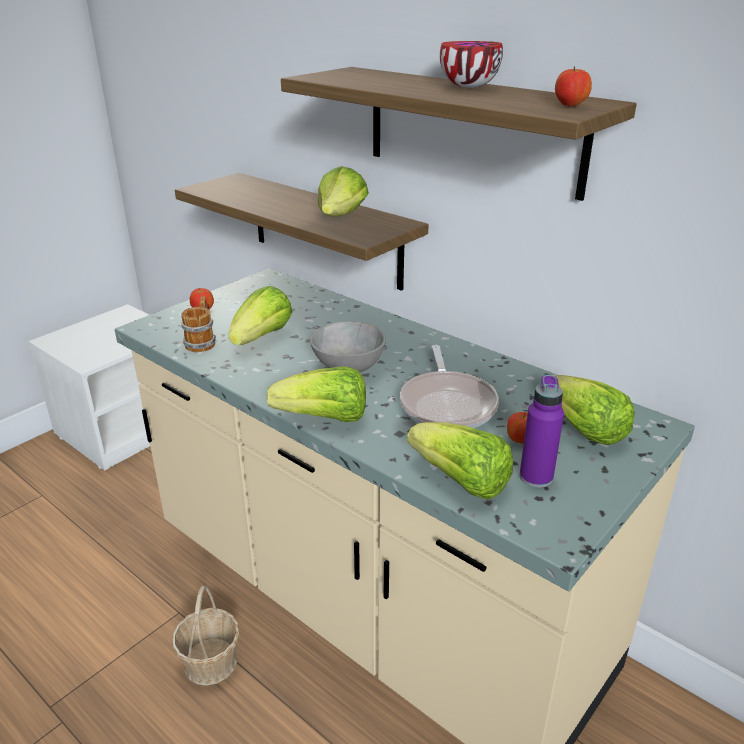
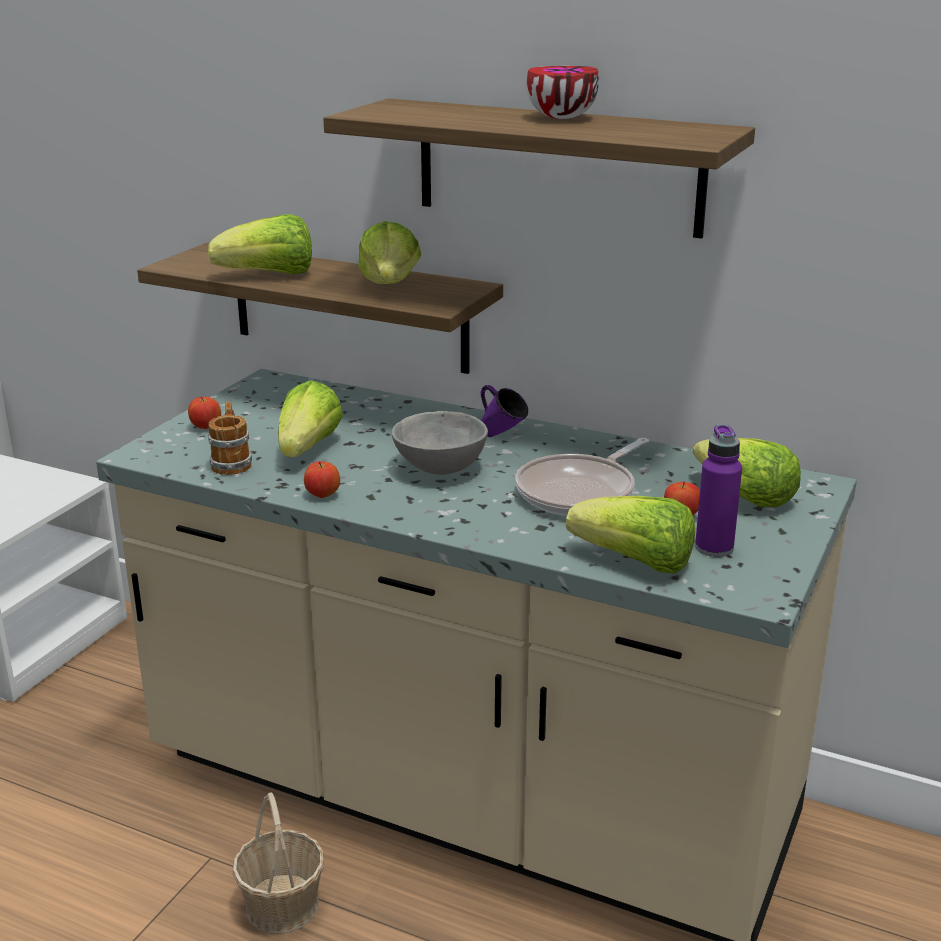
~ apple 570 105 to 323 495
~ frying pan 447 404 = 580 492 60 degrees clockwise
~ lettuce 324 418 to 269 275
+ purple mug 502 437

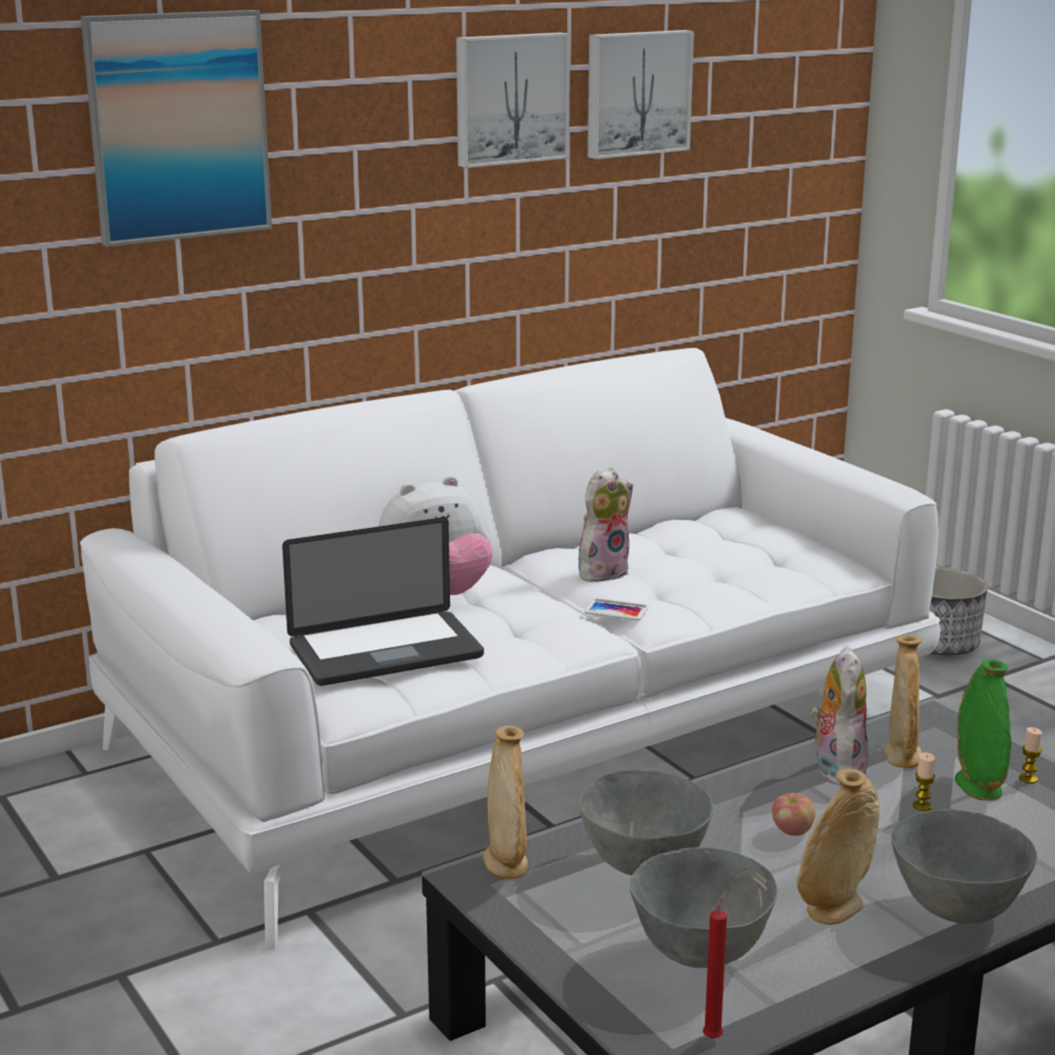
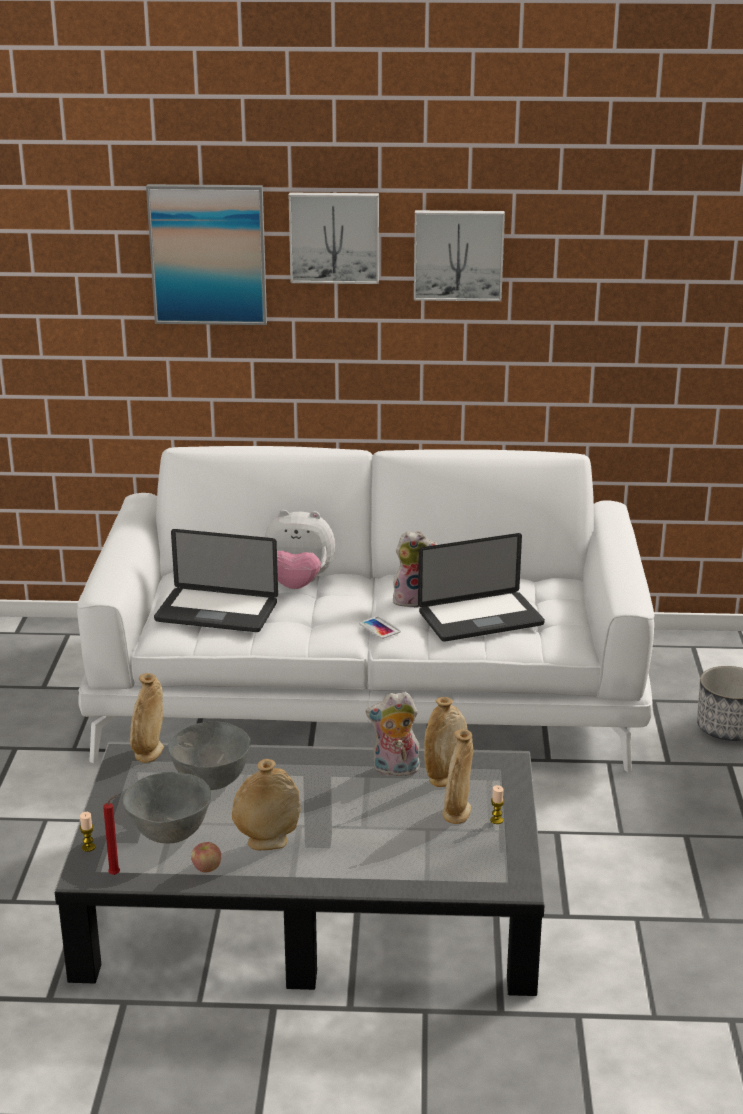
~ picture 636 93 to 334 237
~ plush toy 836 768 = 395 770 135 degrees counterclockwise
~ green vase 977 788 to beige vase 457 813
~ candle 922 806 to 88 847
~ apple 792 831 to 206 868
- grey bowl 957 909
+ laptop 480 619

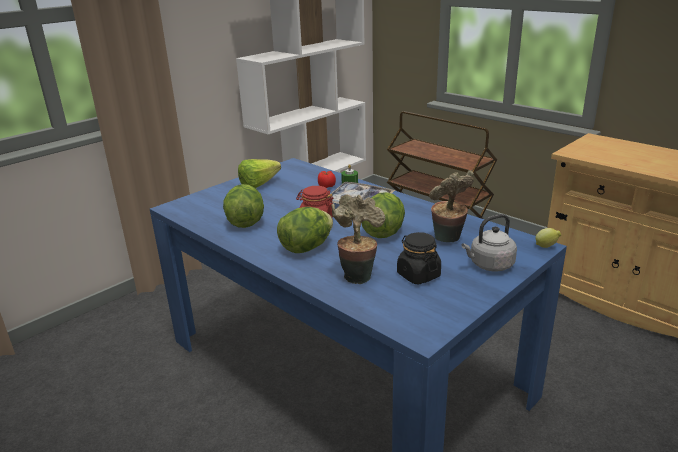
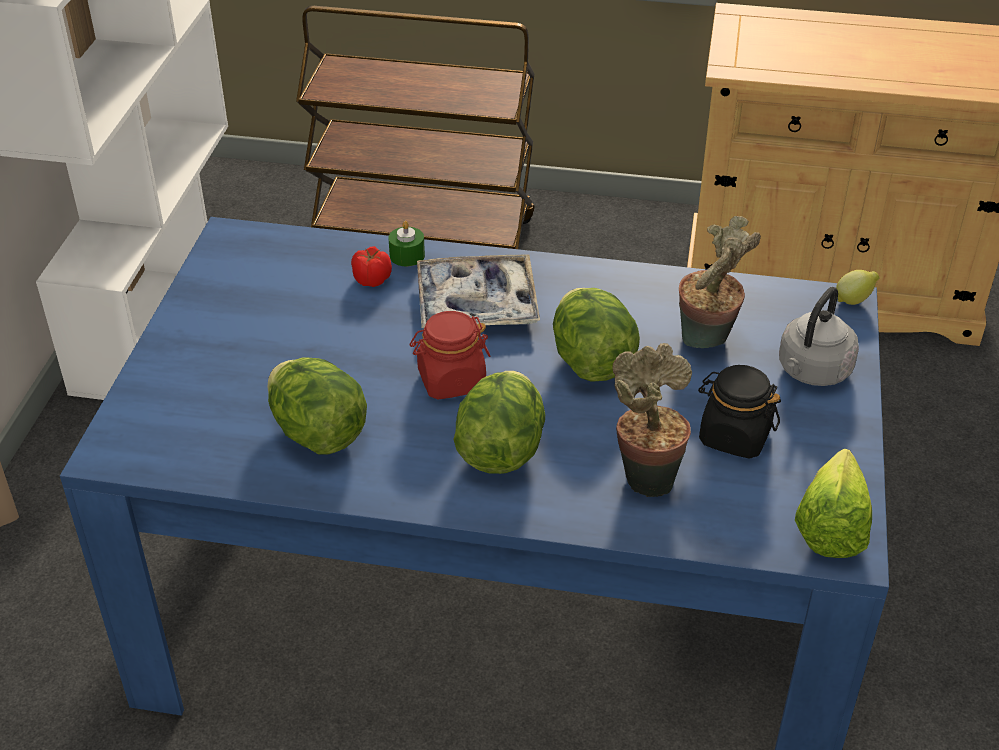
~ lettuce 262 184 to 834 521

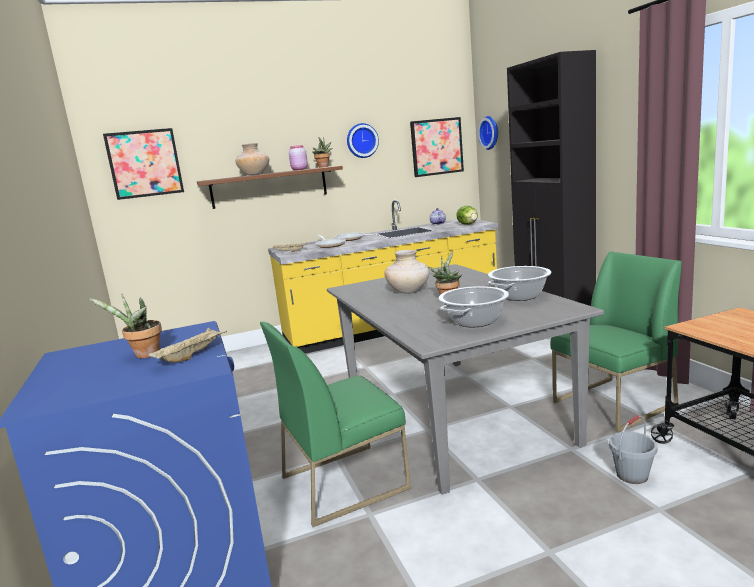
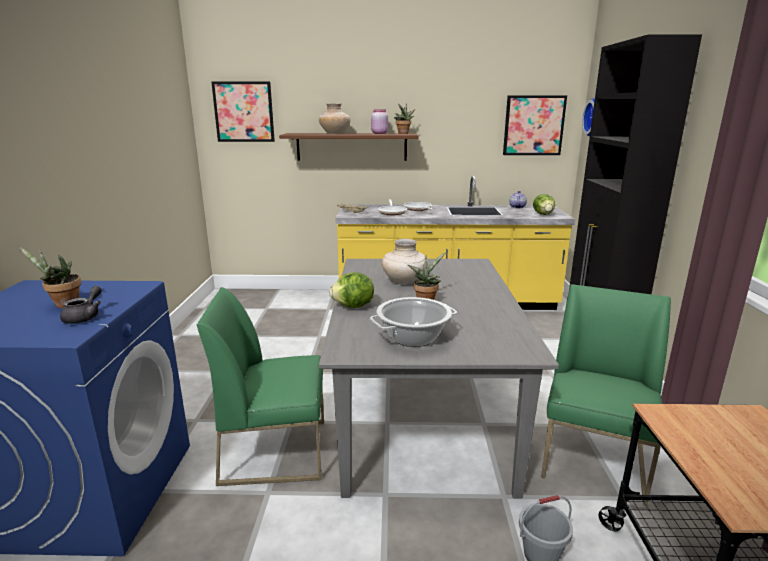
- wall clock 361 140
~ green chair 614 404 = 594 459 60 degrees counterclockwise
- cooking pot 520 296
~ beige tray 191 356 to grey teapot 85 317
+ lettuce 353 306

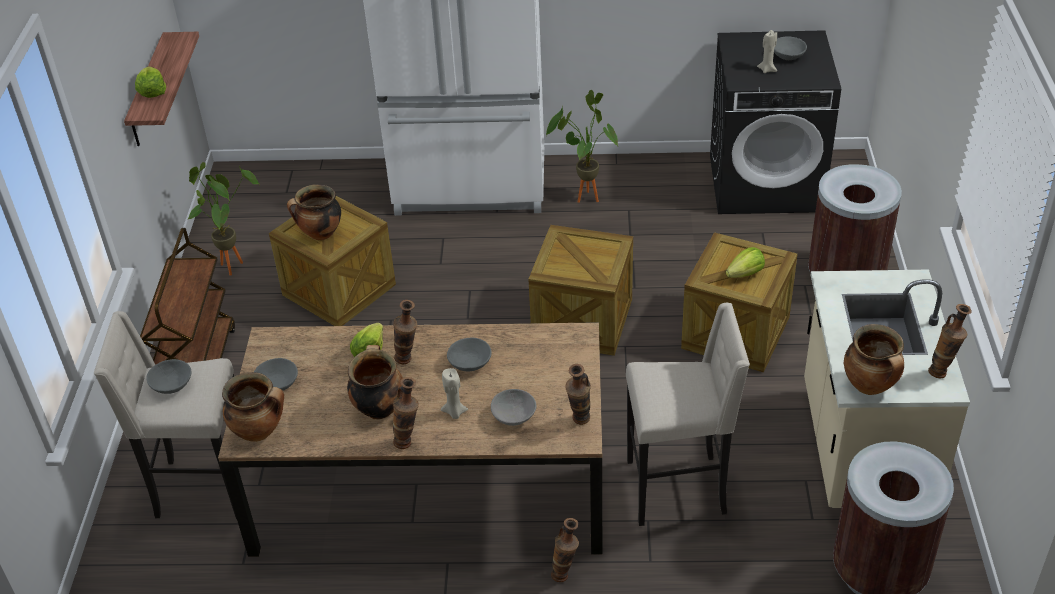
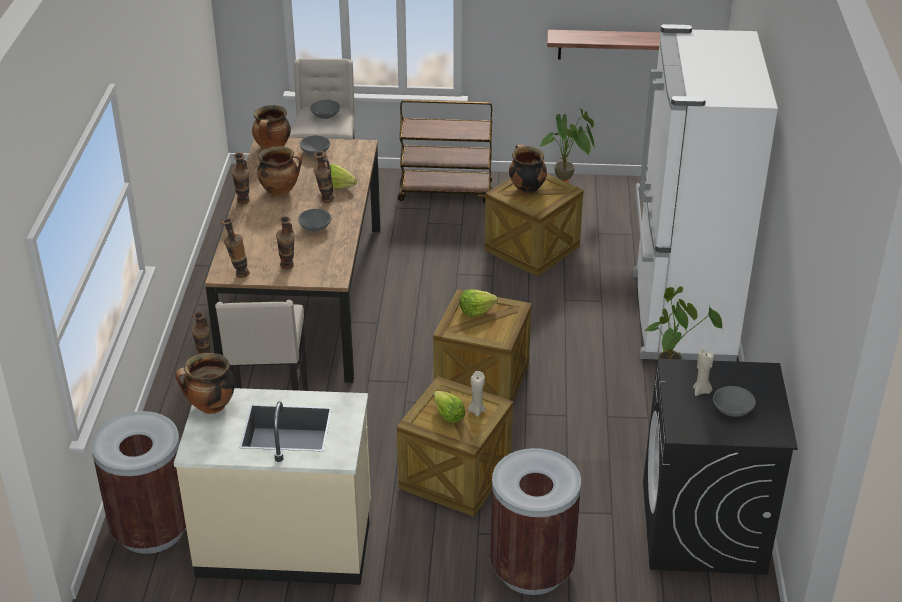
~ lettuce 152 91 to 476 310
~ vase 942 372 to 288 268
~ beige candle 454 412 to 476 410
- grey bowl 514 416

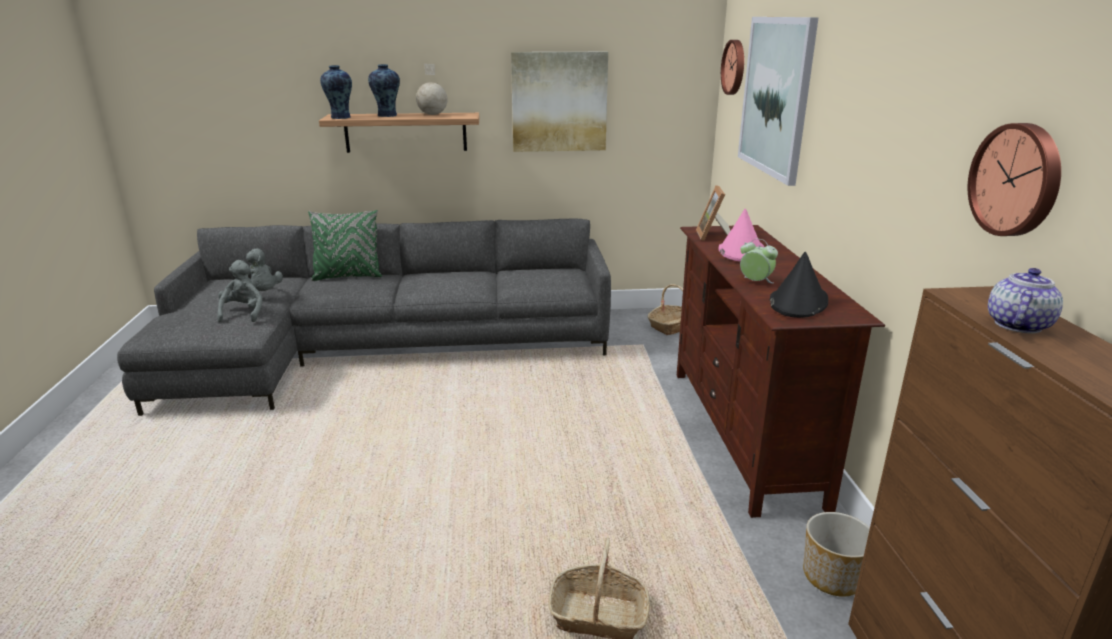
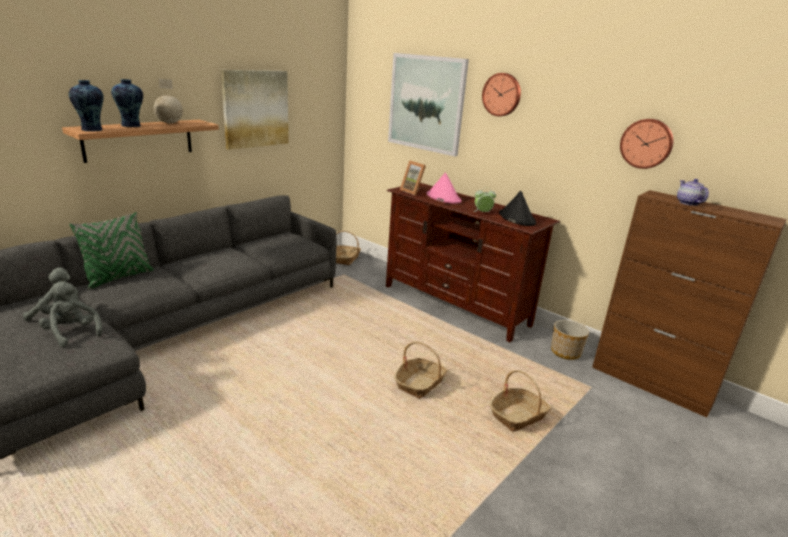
~ wall clock 735 67 to 502 94
+ basket 420 383

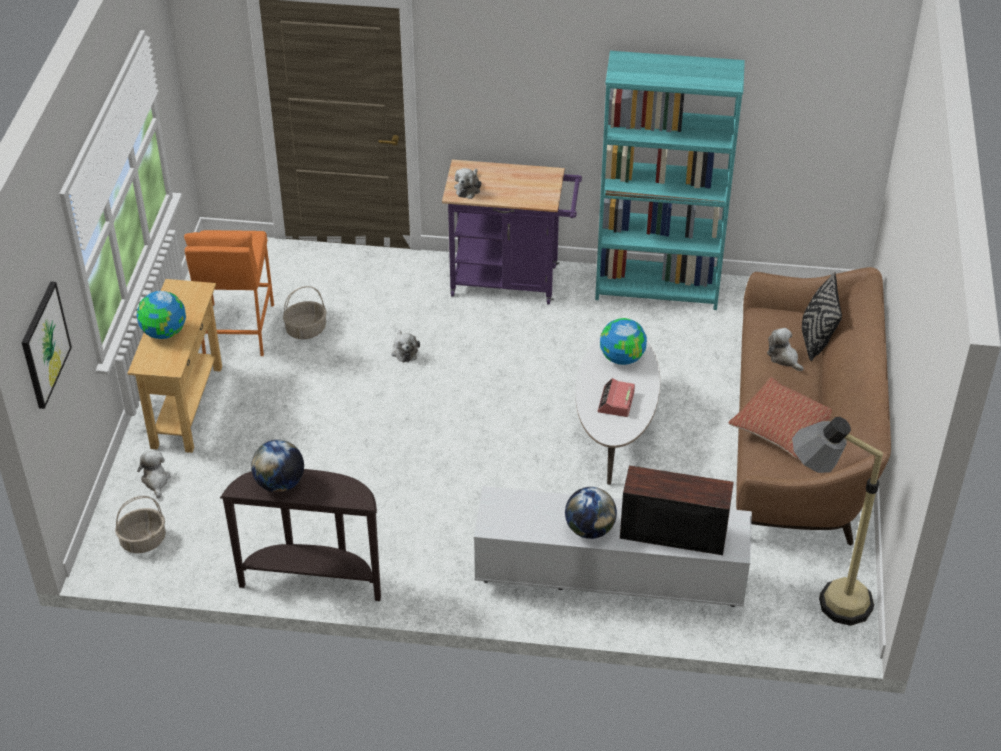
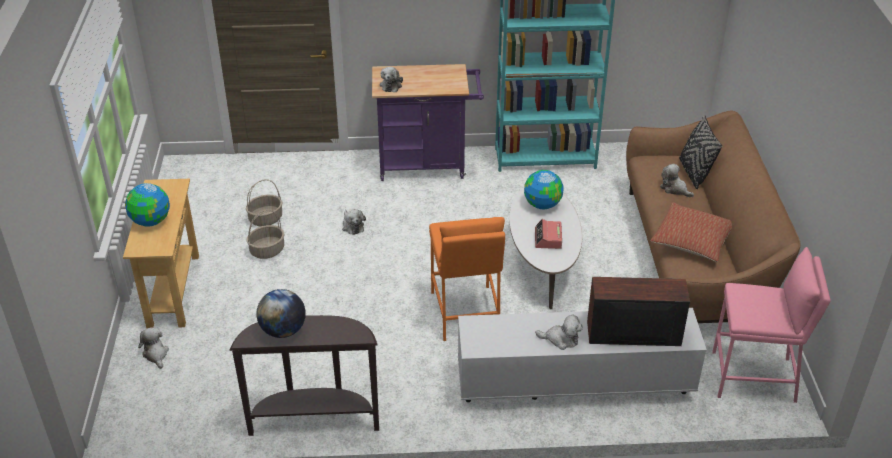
~ orange stool 237 329 to 465 313
- picture 44 344
~ floor lamp 820 598 to pink stool 754 377
~ globe 589 529 to plush toy 561 339
~ basket 143 540 to 267 250

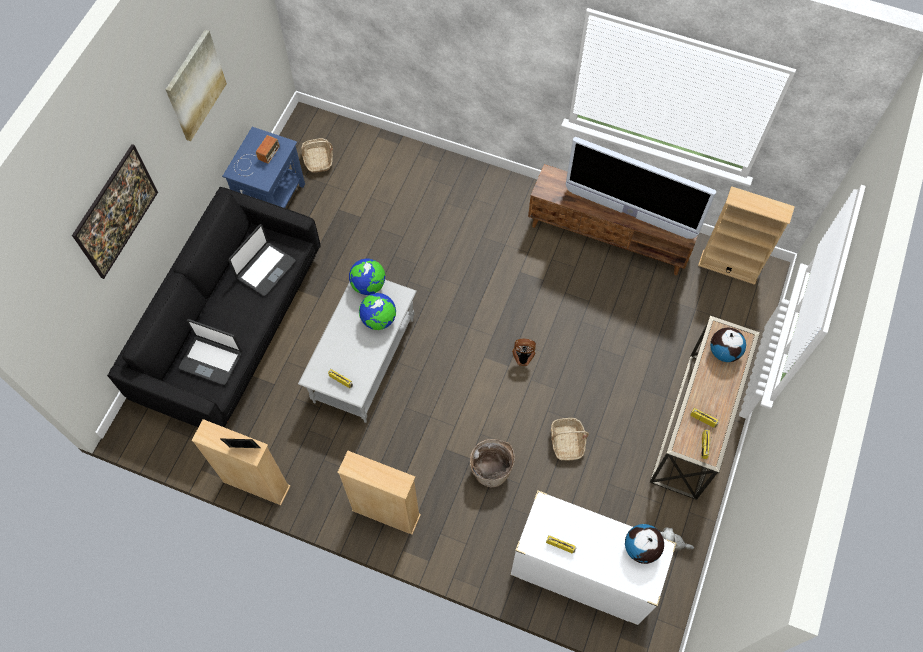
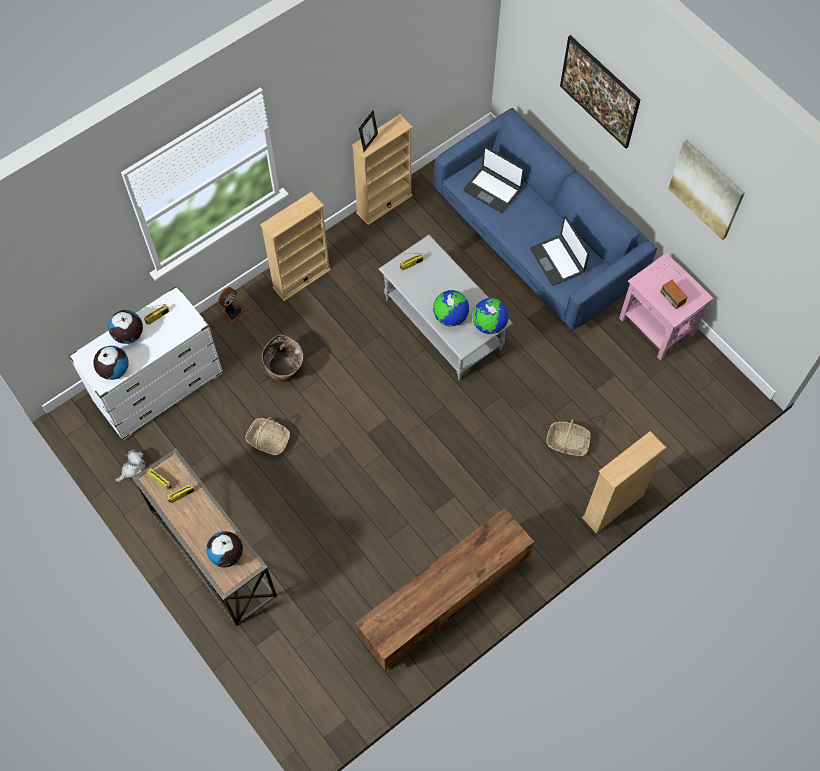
~ blue side table 273 198 to pink side table 657 327
- television 629 213
~ basket 318 159 to 567 443
~ beige bookcase 728 267 to 612 507
~ black sofa 230 327 to blue sofa 537 241
~ laptop 211 359 = 492 189 105 degrees counterclockwise
~ fan 523 357 to 232 312
+ globe 128 335

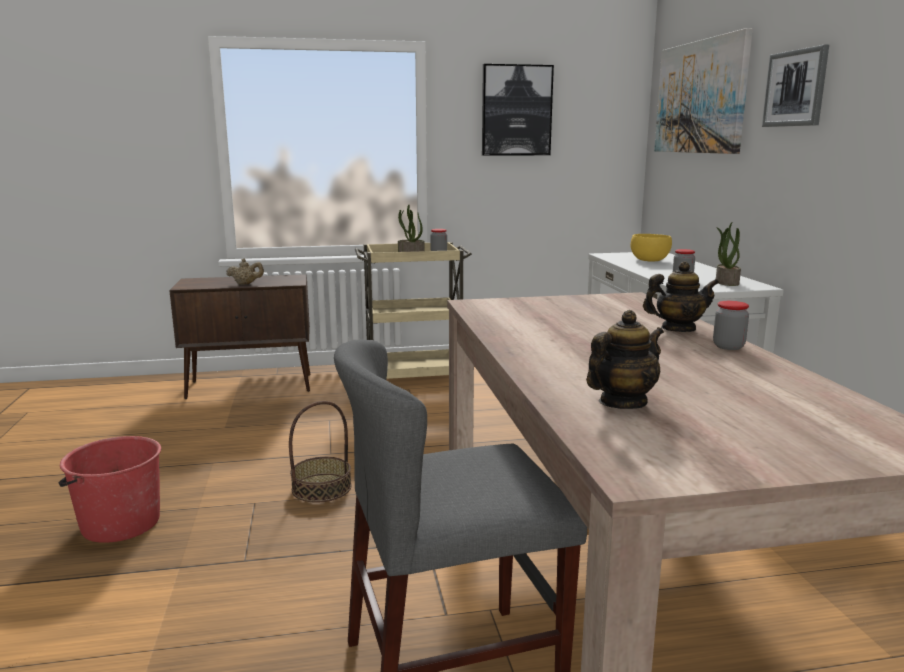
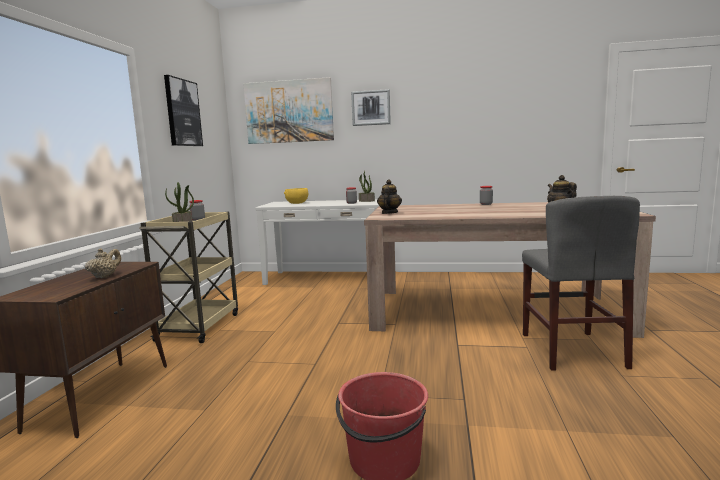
~ teapot 677 329 to 389 213
- basket 321 488

